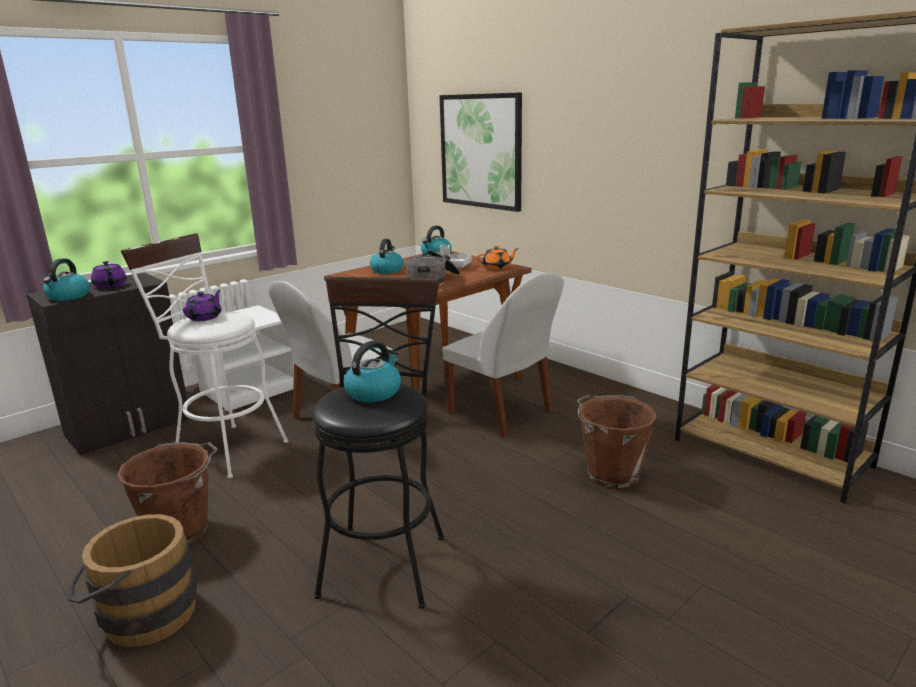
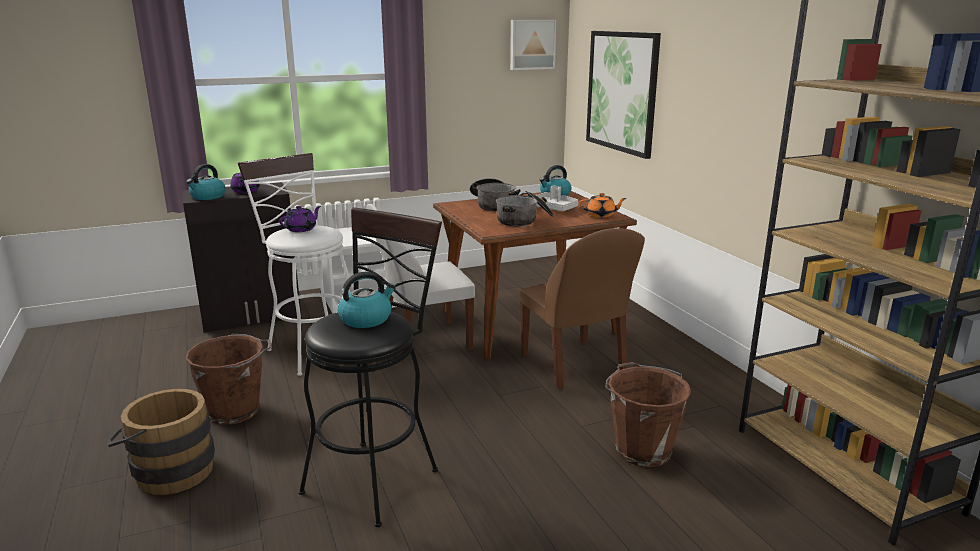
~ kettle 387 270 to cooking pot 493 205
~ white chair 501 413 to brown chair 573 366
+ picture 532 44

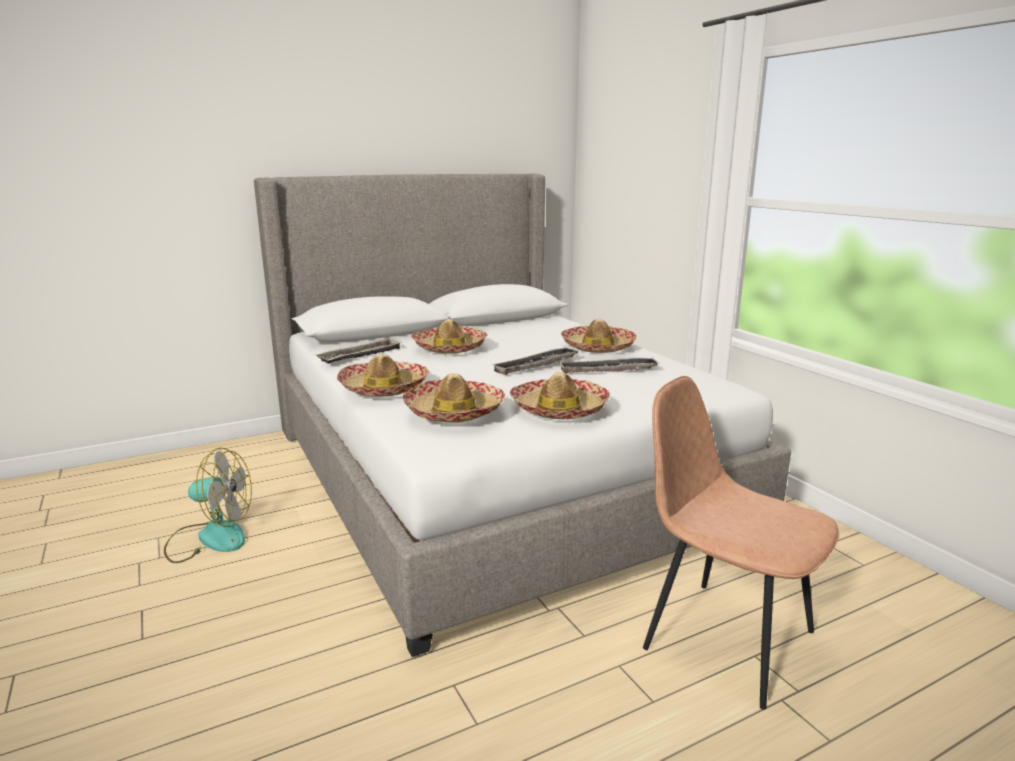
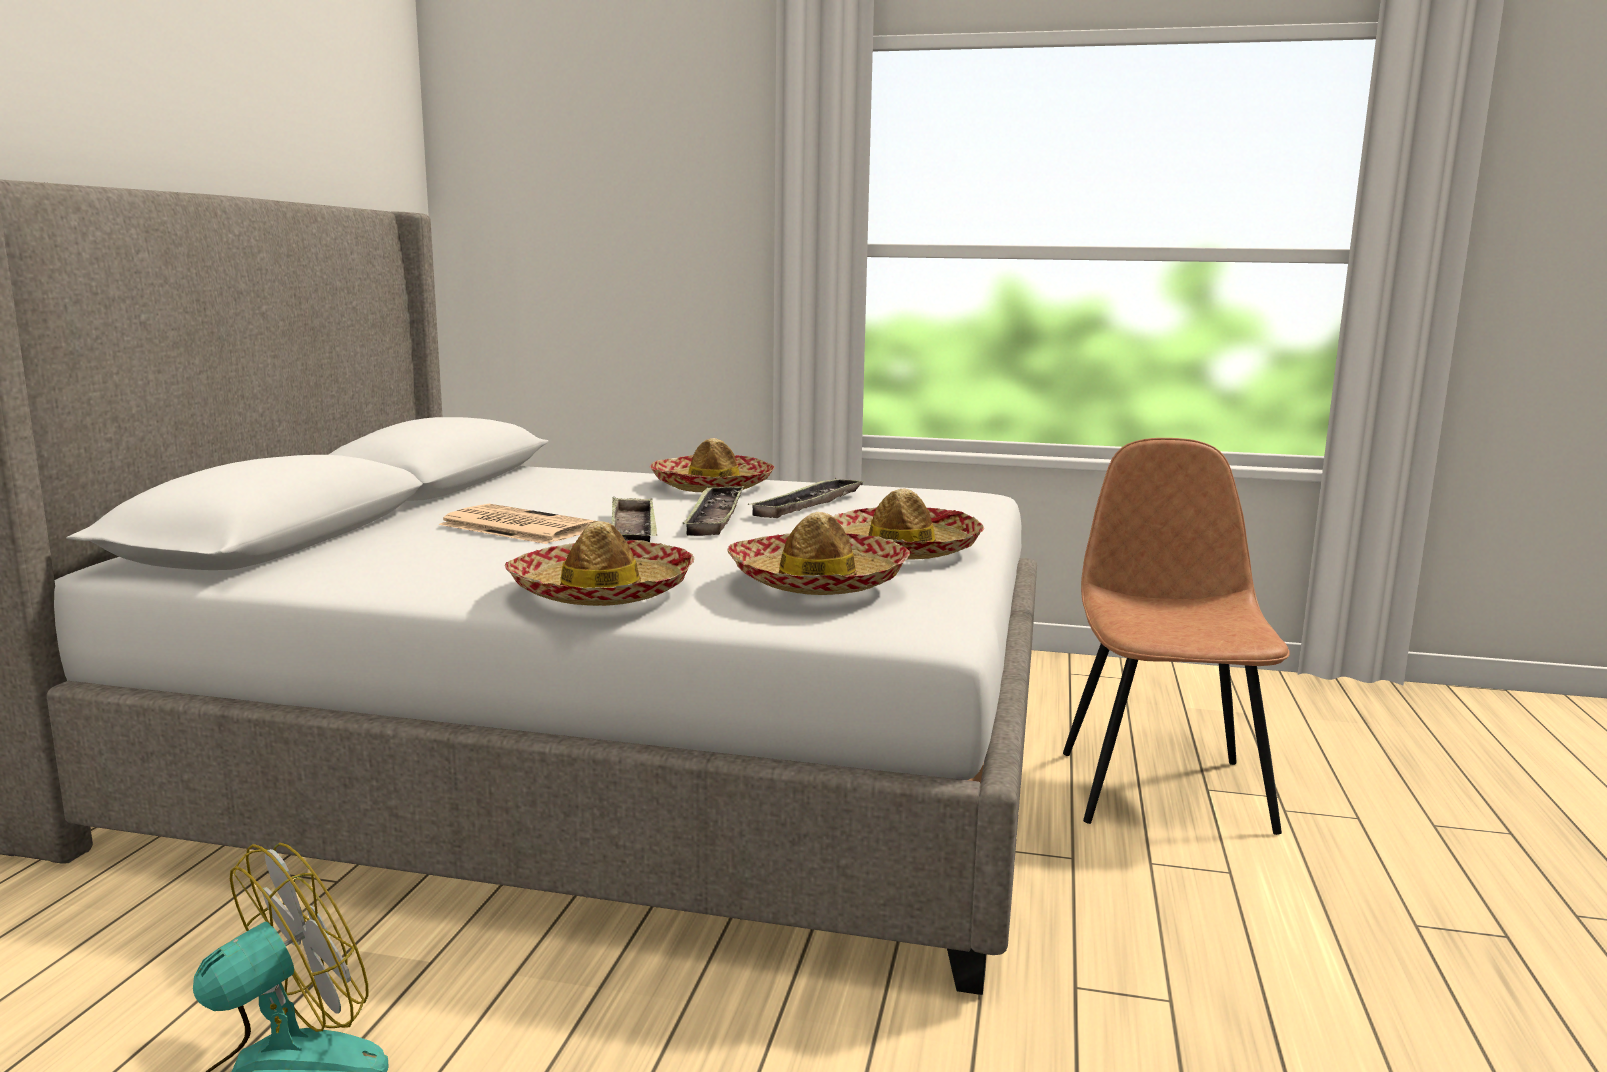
~ hat 450 348 to newspaper 516 526
~ tray 361 355 to 633 530
~ brown chair 724 637 = 1163 788 105 degrees clockwise

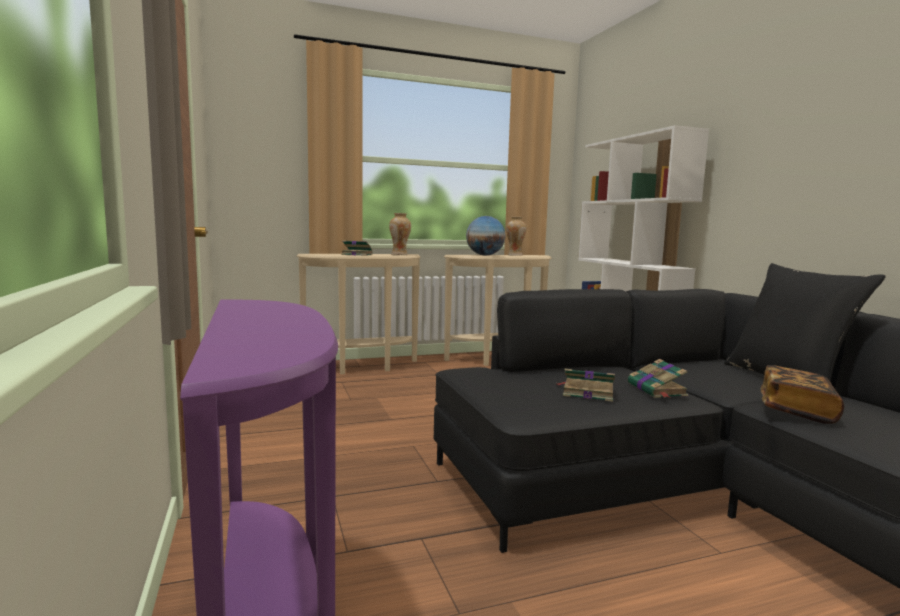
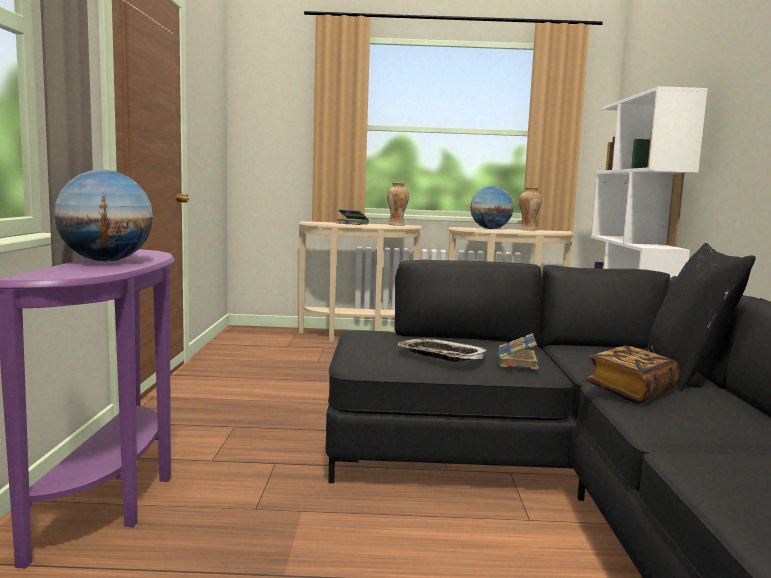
~ book 586 392 to tray 441 356
+ globe 106 261

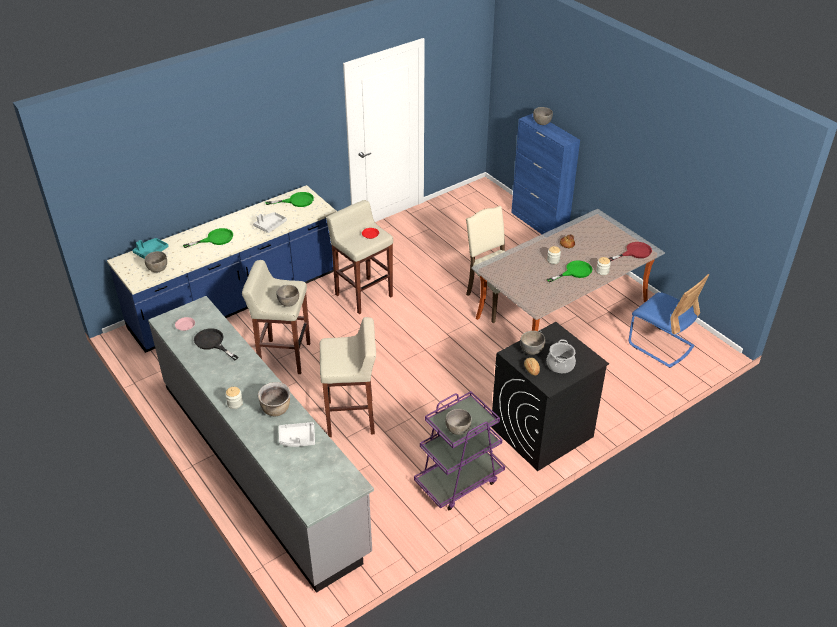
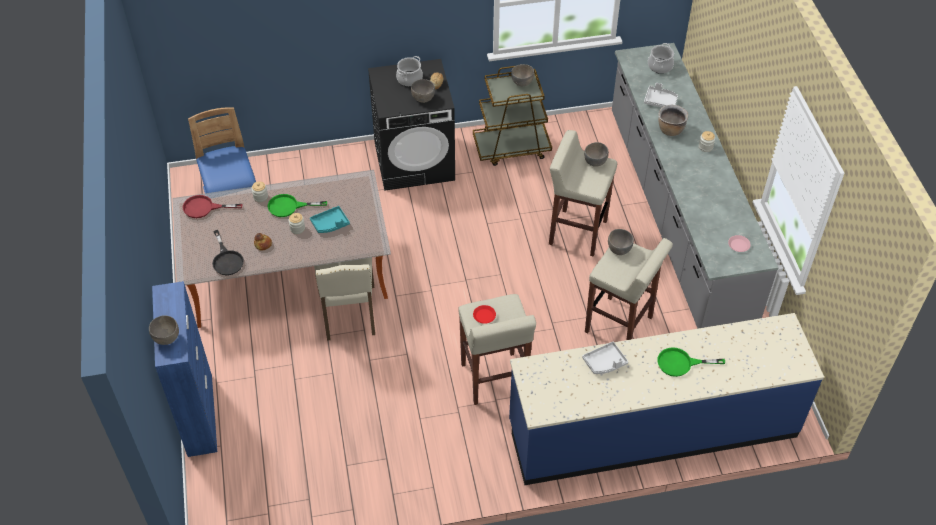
- green frying pan 296 201
~ turquoise tray 151 252 to 330 224
~ grey bowl 158 269 to 595 162
~ black frying pan 212 343 to 227 259
~ purple cart 459 481 to brown cart 512 148
+ cooking pot 660 66

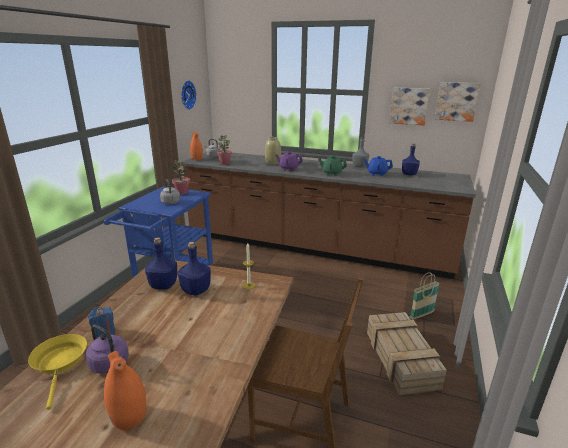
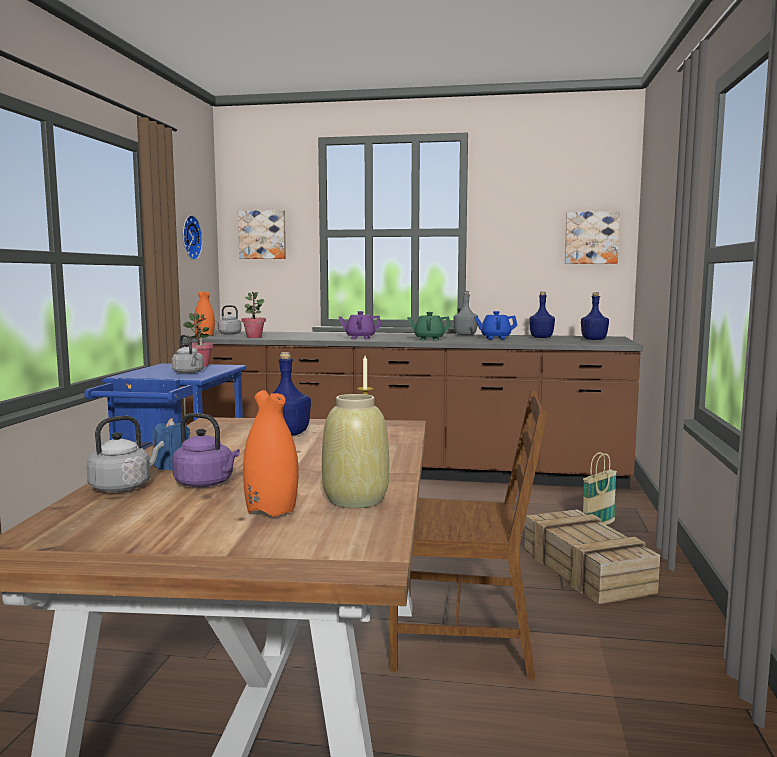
~ picture 409 106 to 262 235
~ beige vase 273 163 to 356 500
~ blue bottle 163 285 to 593 339
~ yellow frying pan 60 363 to grey kettle 123 487

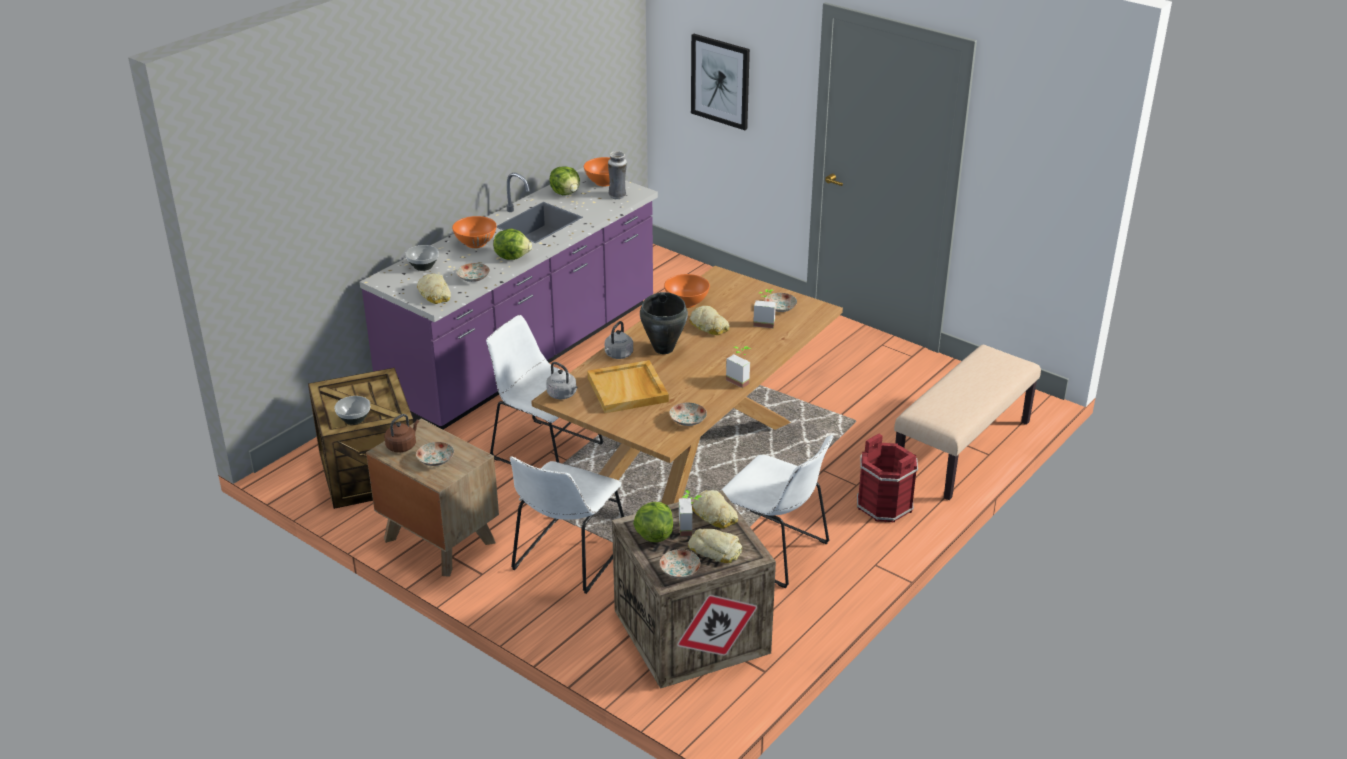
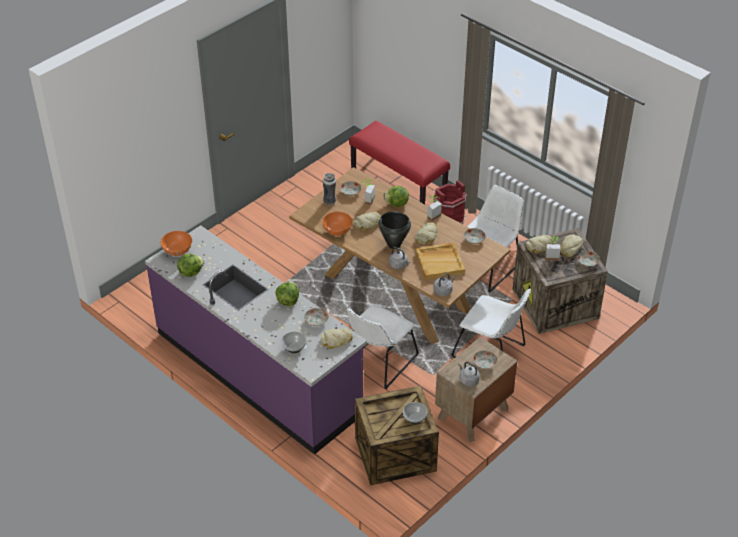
- picture 720 81
~ vase 617 196 to 329 201
- orange bowl 475 243
~ beige bench 963 449 to red bench 399 181
~ brown kettle 402 445 to grey kettle 468 380
~ lettuce 653 535 to 396 204
+ bread 427 236

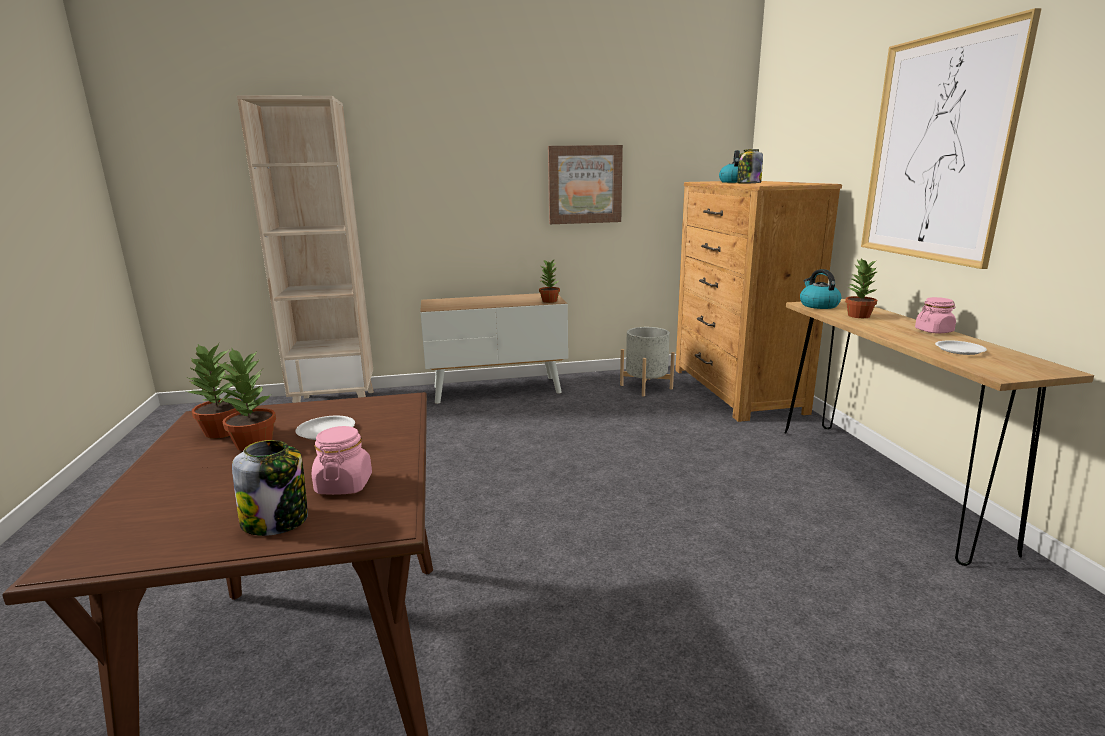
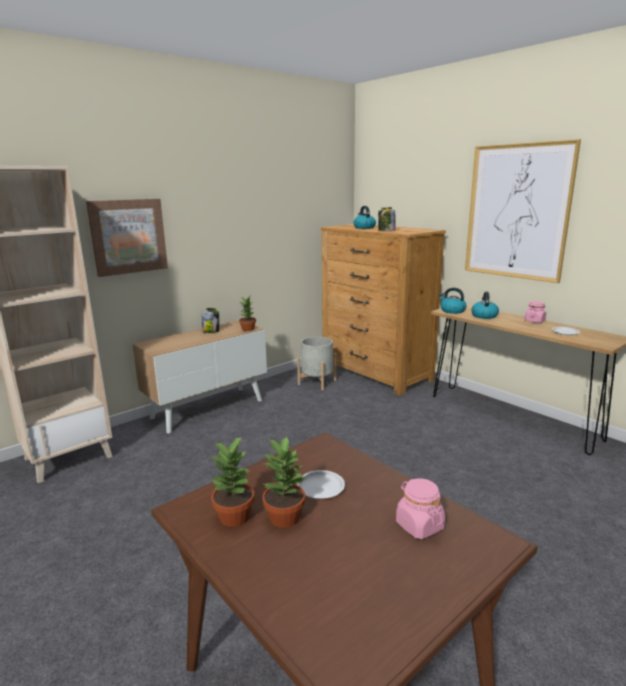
~ picture 584 184 to 128 236
~ potted plant 858 315 to kettle 484 316
~ jar 277 521 to 211 331

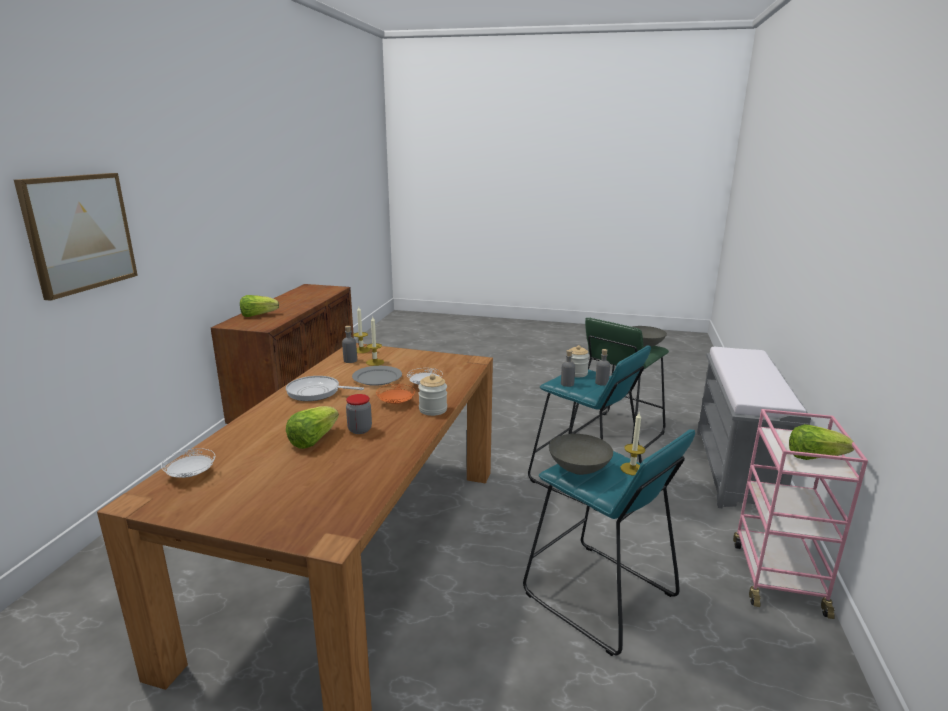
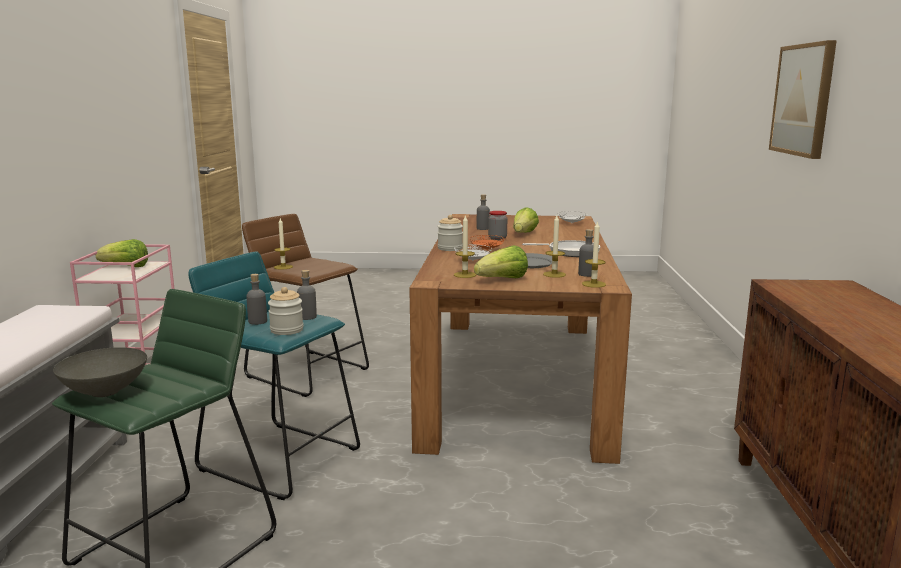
~ lettuce 258 315 to 503 280
~ turquoise stool 598 596 to brown stool 308 372
- grey bowl 578 469
+ grey bottle 482 228
+ candle 465 275

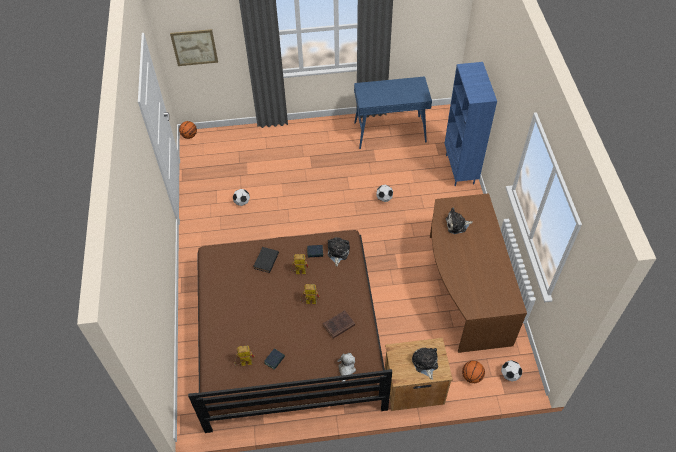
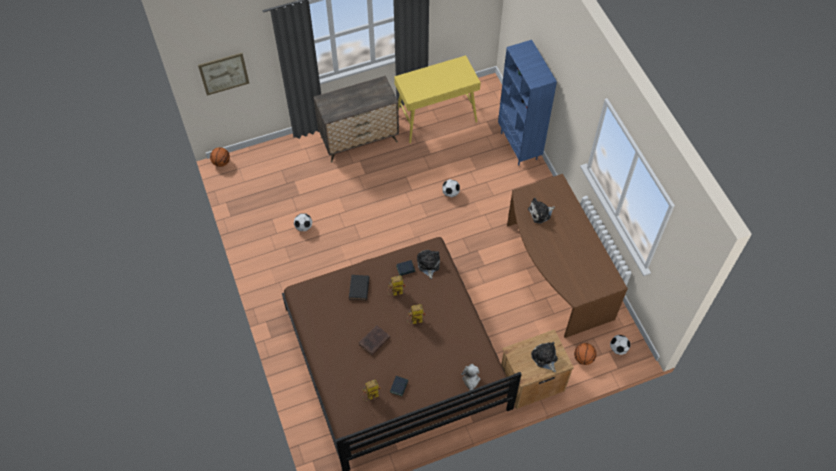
~ blue console table 390 132 to yellow console table 436 118
~ brown book 338 326 to 374 341
+ dresser 359 139

